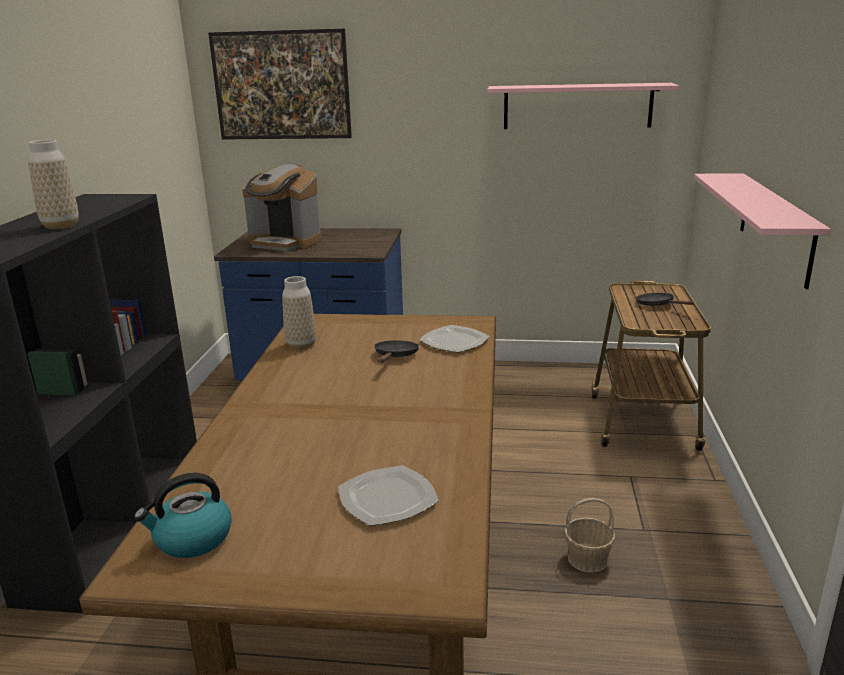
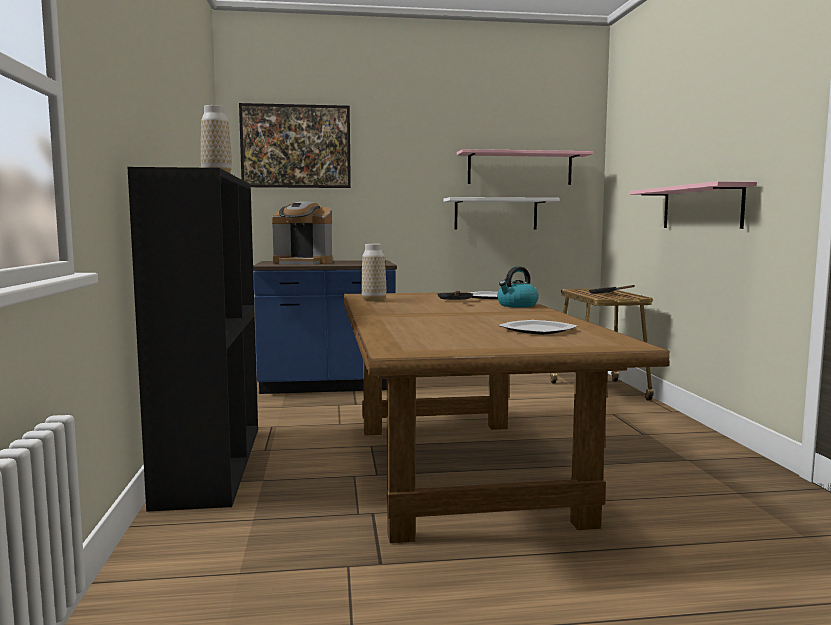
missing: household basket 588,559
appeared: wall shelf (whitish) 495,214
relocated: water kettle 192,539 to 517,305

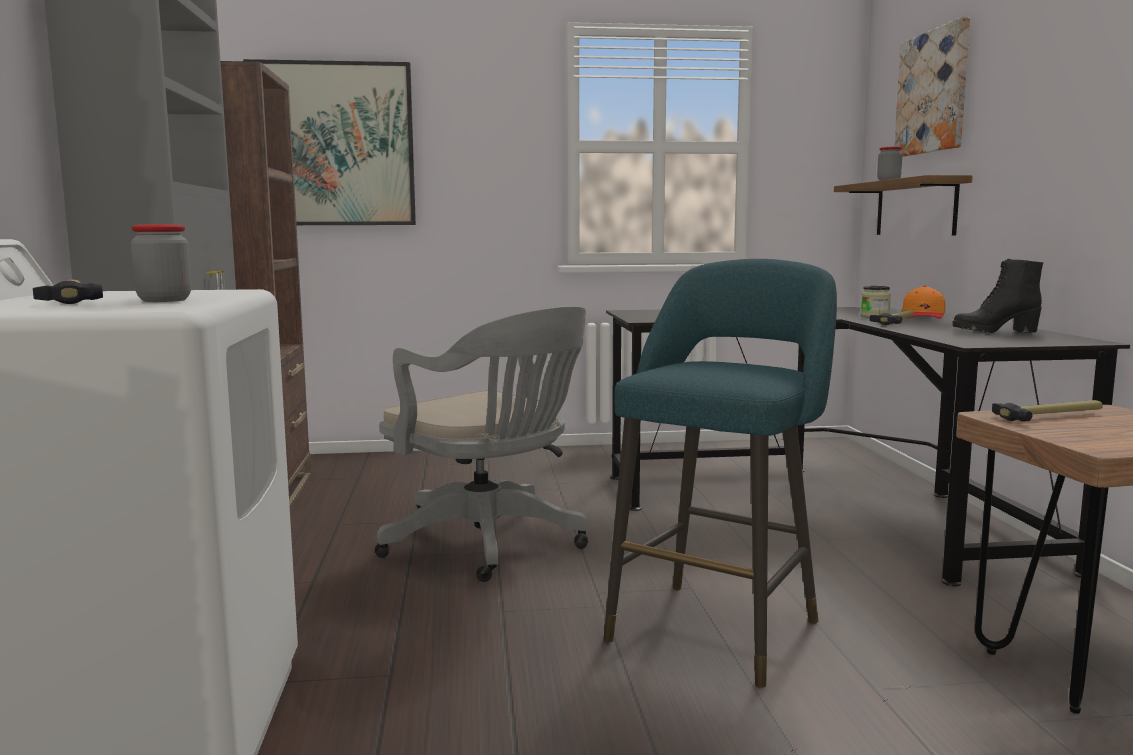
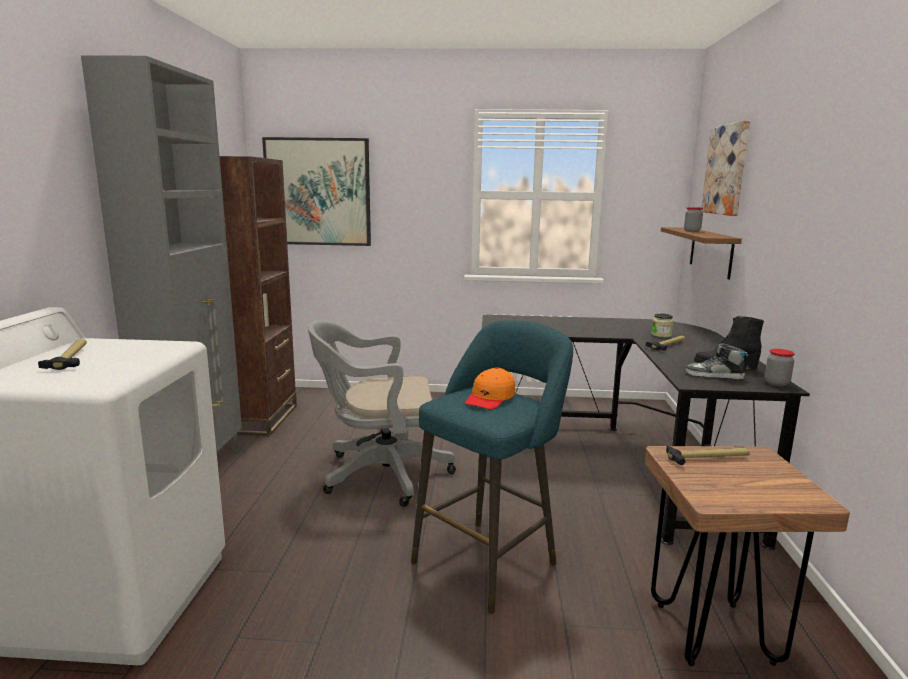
appeared: shoe 714,375
relocated: peaked cap (orange-coloured) 923,315 to 490,398; storage jar 164,300 to 776,383
spun: office chair (greyish) 490,544 = 379,474 120 degrees clockwise

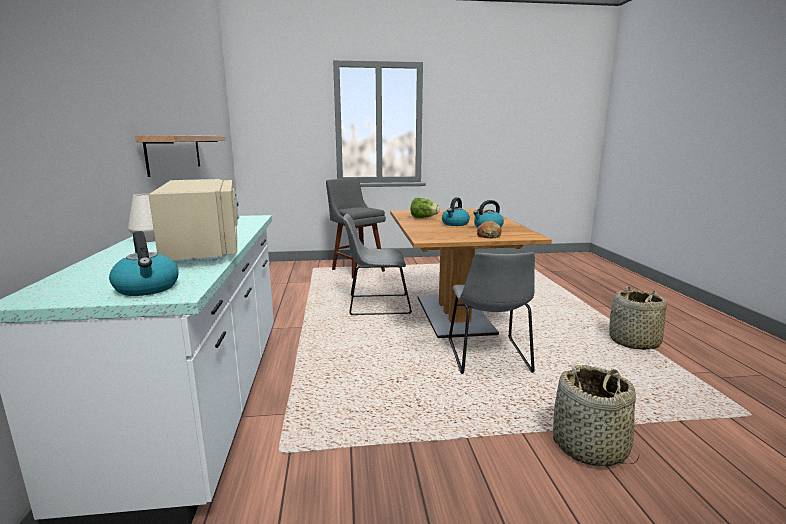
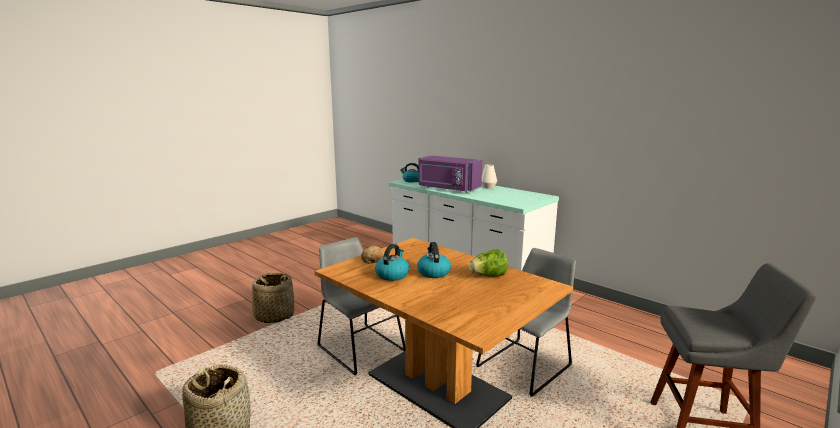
missing: wall shelf 175,153
colour: kitchen microwave (beige-coloured) 205,249 to kitchen microwave (purplish) 448,189

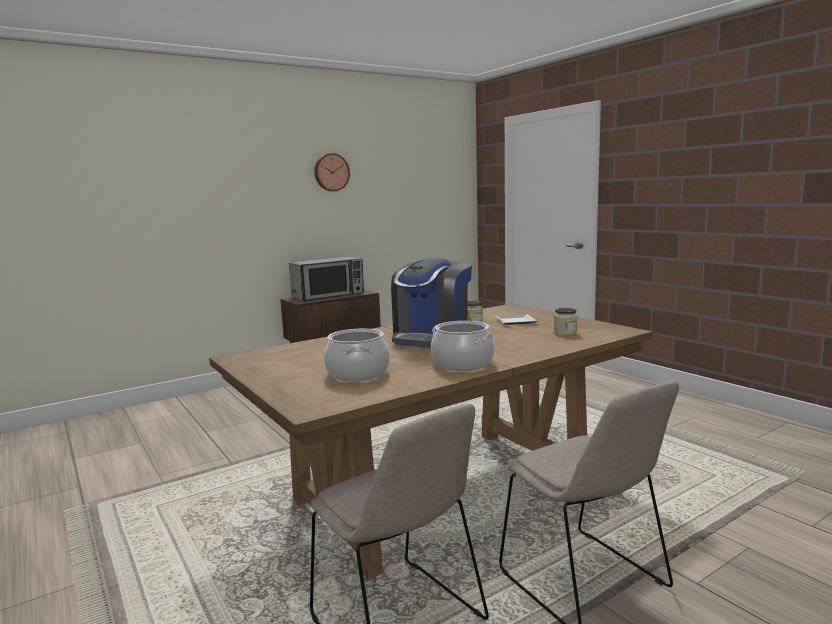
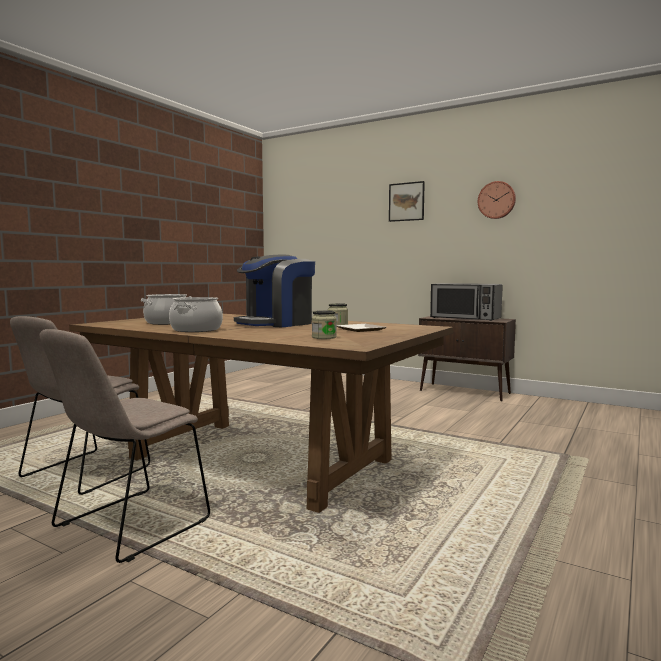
appeared: wall picture 406,201
spun: coffee machine 431,337 = 276,323 45 degrees counterclockwise

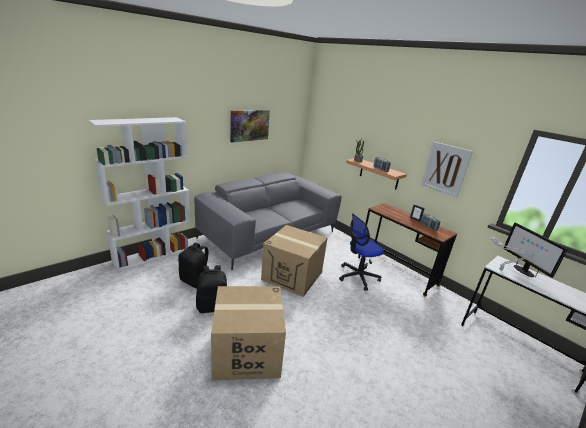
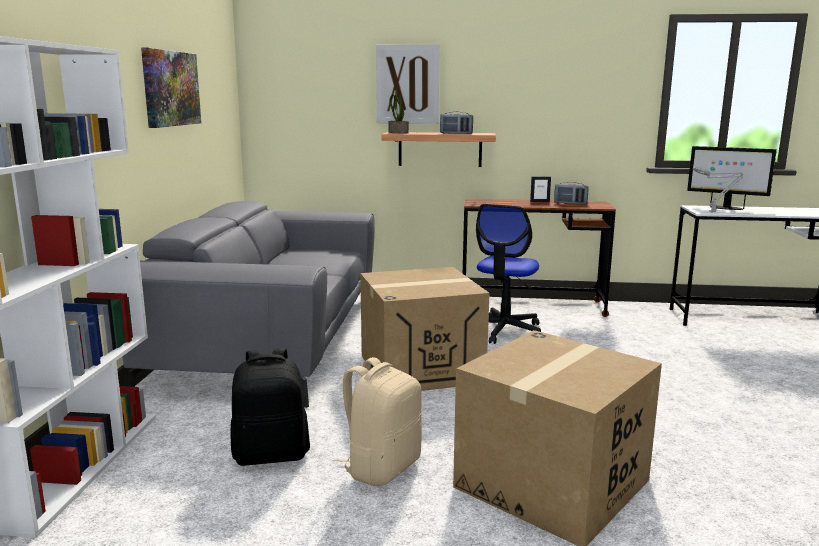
relocated: wall picture 445,169 to 407,84
colour: rucksack (blackish) 212,306 to rucksack (beige-coloured) 381,467

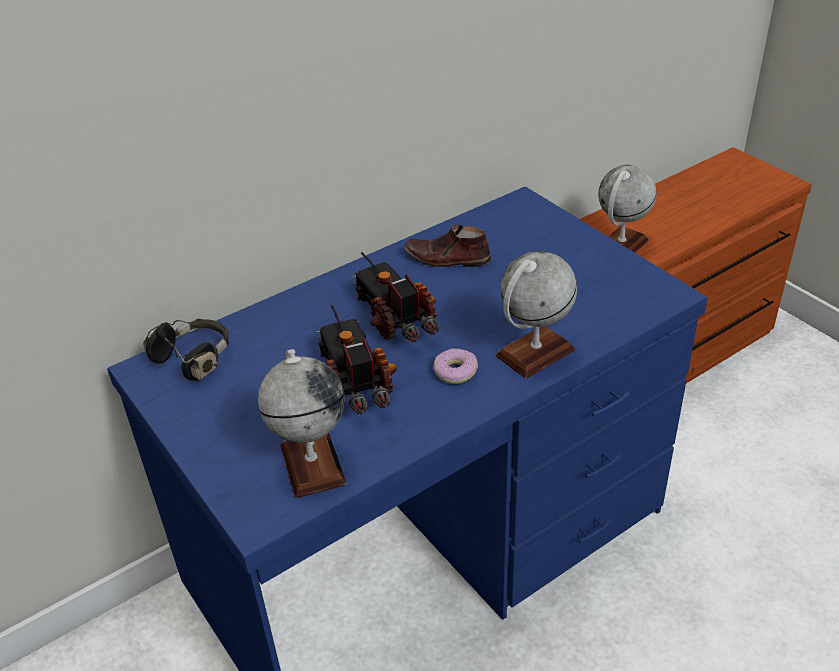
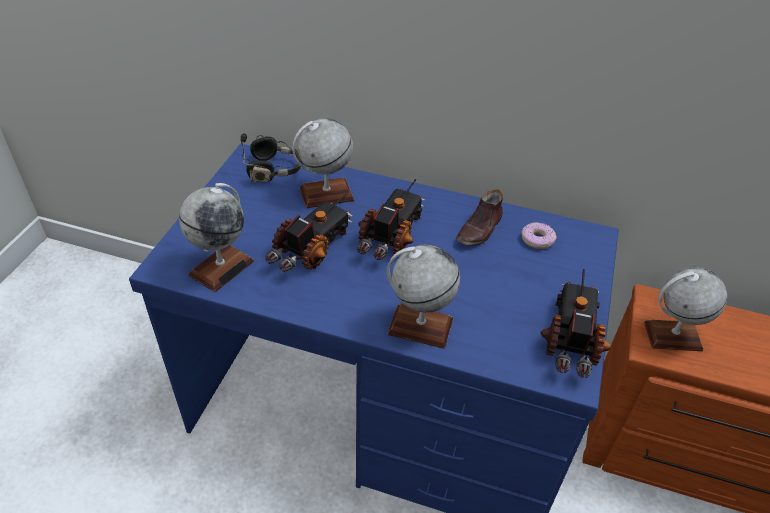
appeared: world globe 326,194; toy truck 572,338
relocated: ring doughnut 455,371 to 537,239
spun: shoe (brownish) 447,259 = 480,229 120 degrees counterclockwise

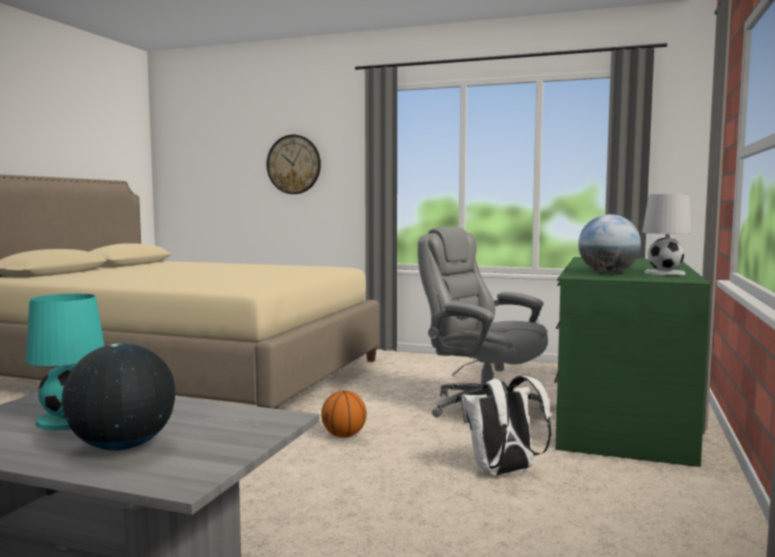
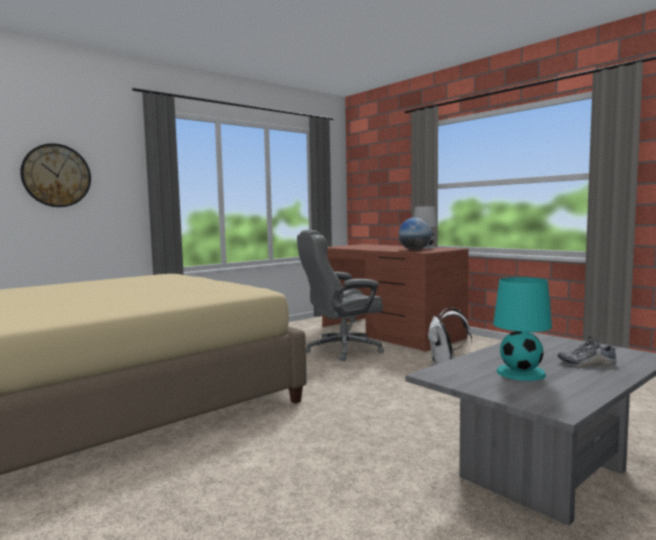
missing: basketball ball 344,436
exchanged: world globe 122,447 to shoe 587,363
colour: desk unit (green) 622,414 to desk unit (brownish) 390,332

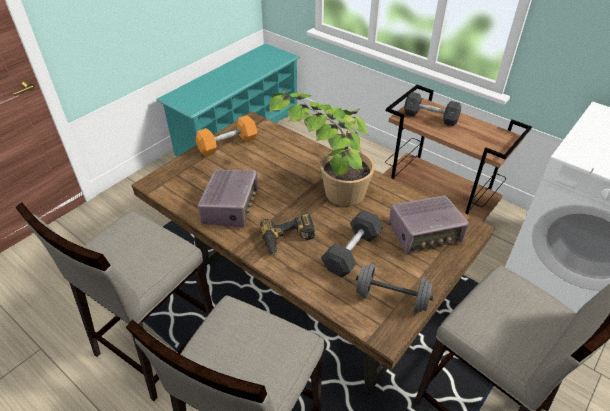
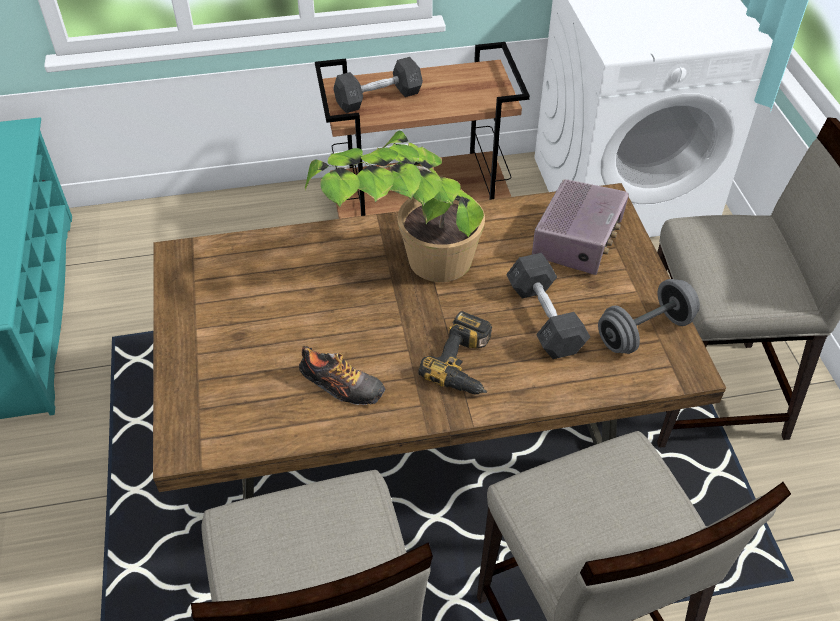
missing: dumbbell (orange-coloured) 227,144
exchanged: radio 231,207 to shoe 342,386

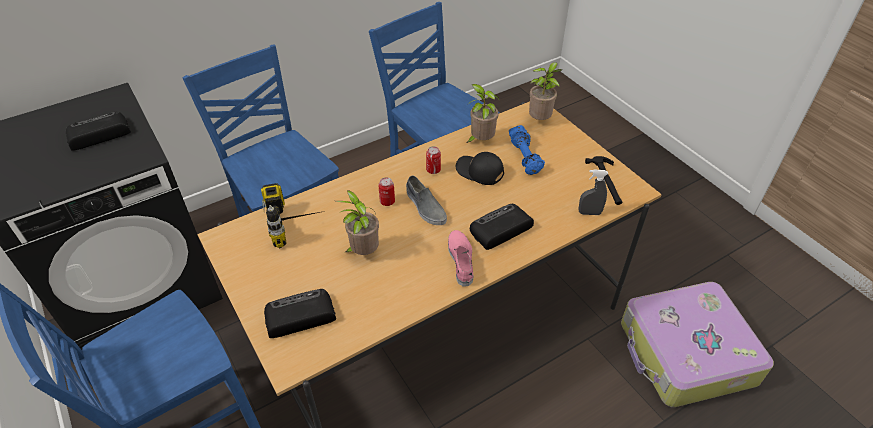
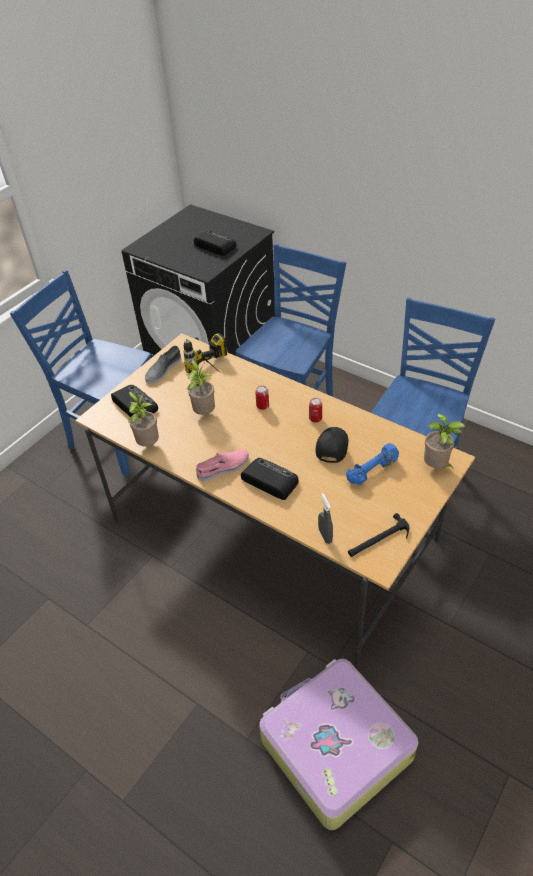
relocated: potted plant 480,141 to 148,444; shoe (greyish) 425,207 to 163,369

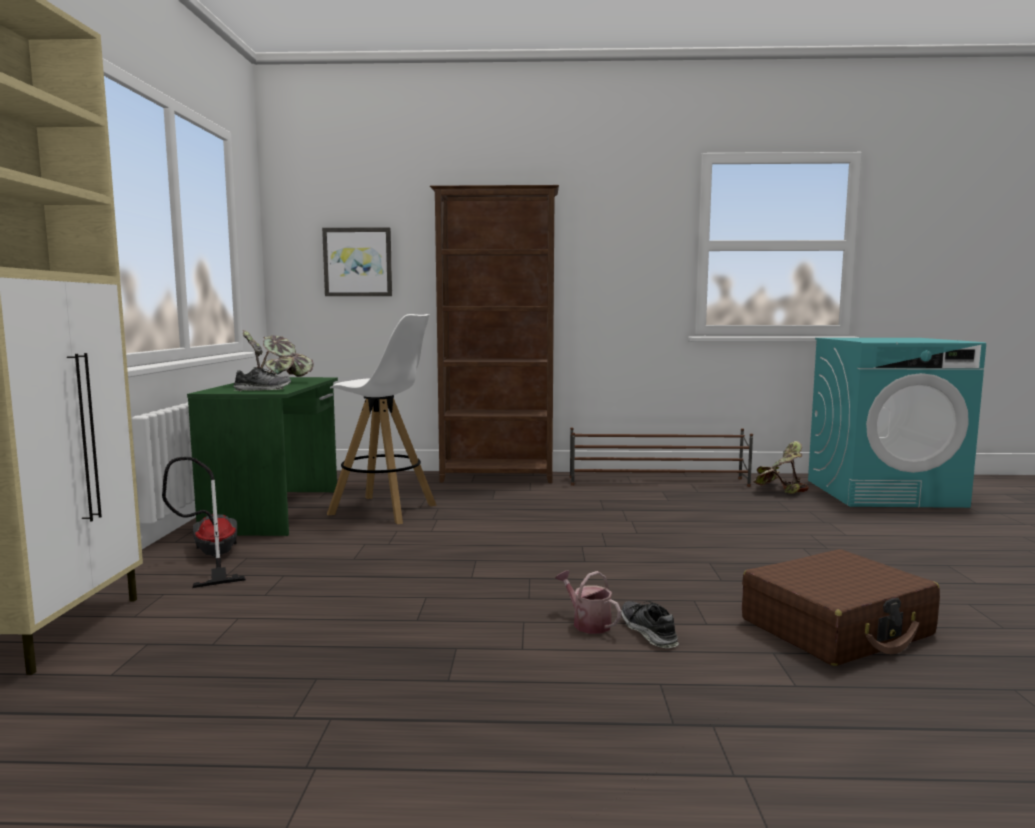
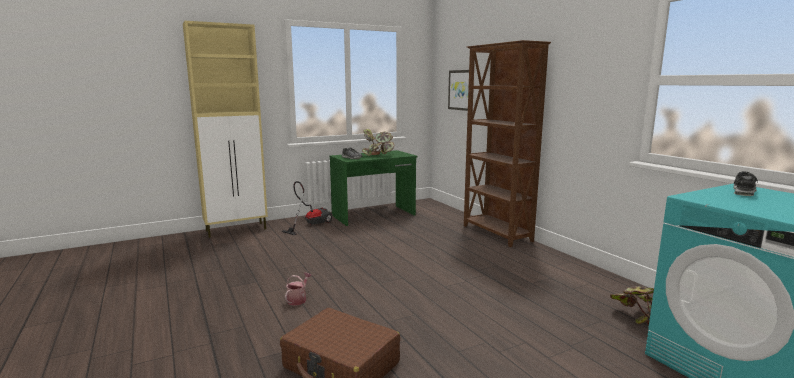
missing: stool seat (whitish) 384,510; shoe rack (brownish) 658,482
relocated: shoe 648,632 to 743,191

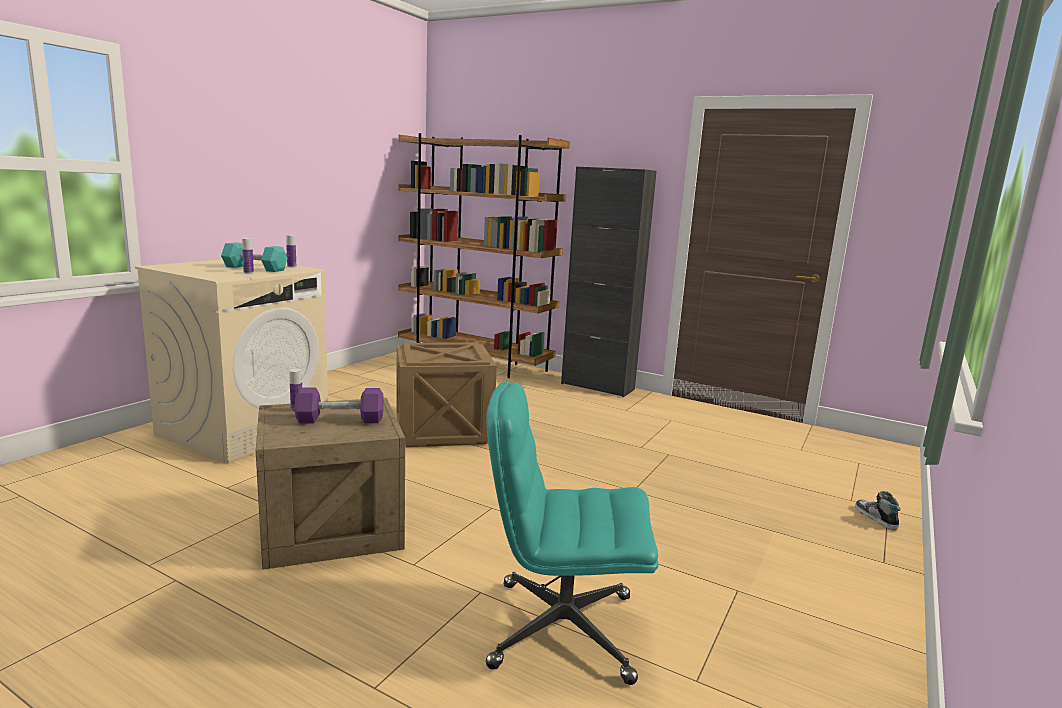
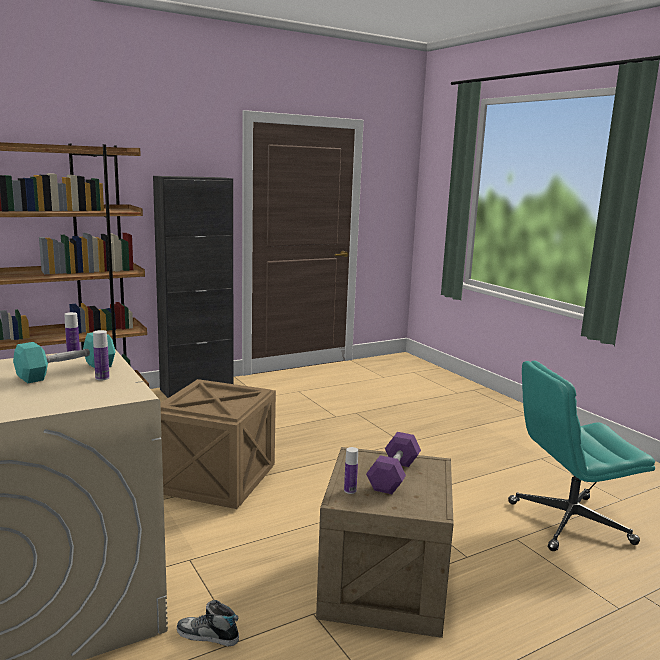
relocated: shoe 876,518 to 207,636
spun: office chair (turquoise) 560,630 = 568,523 45 degrees clockwise

